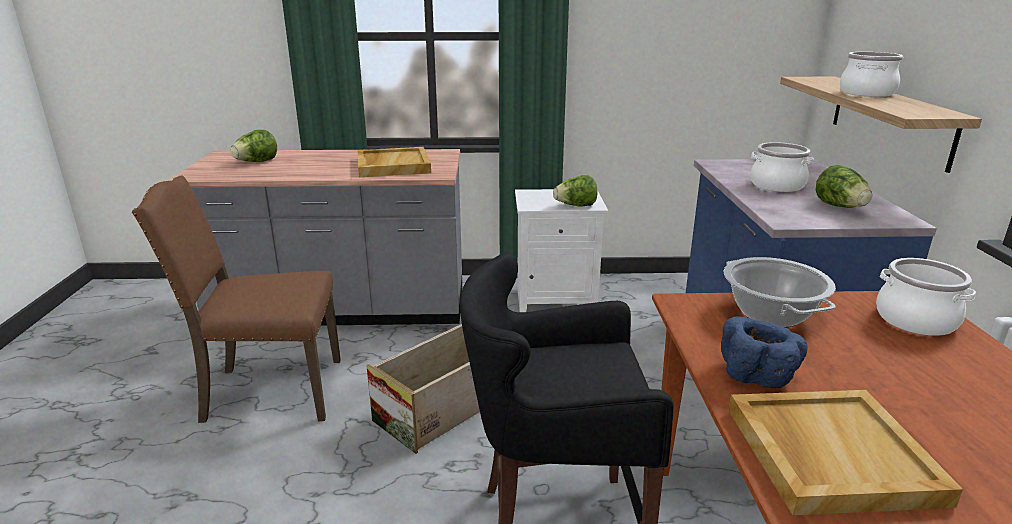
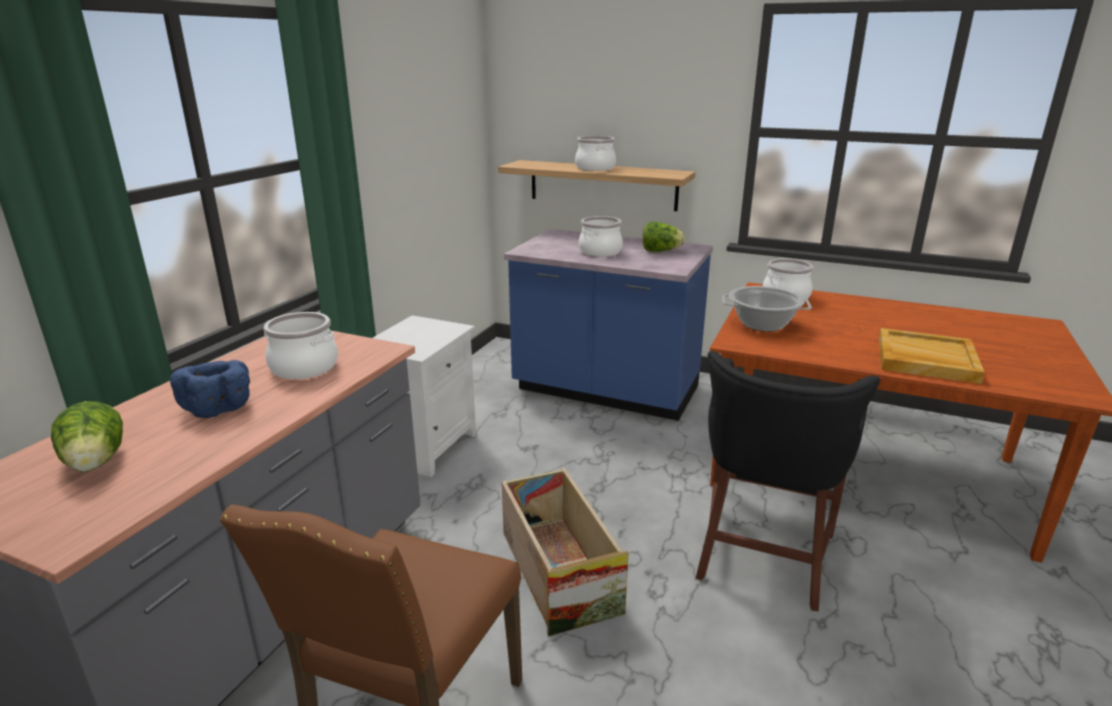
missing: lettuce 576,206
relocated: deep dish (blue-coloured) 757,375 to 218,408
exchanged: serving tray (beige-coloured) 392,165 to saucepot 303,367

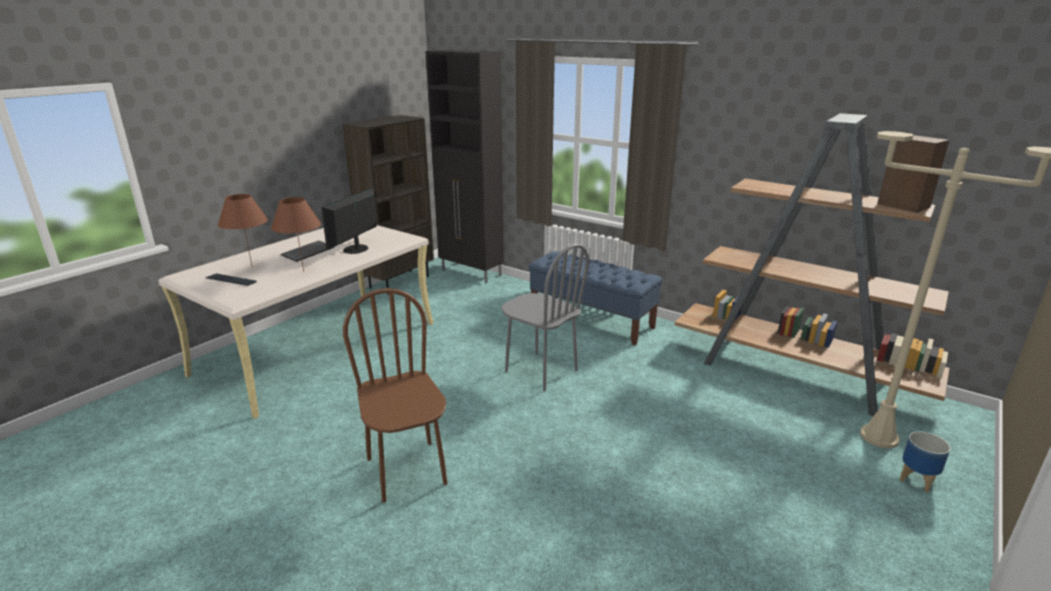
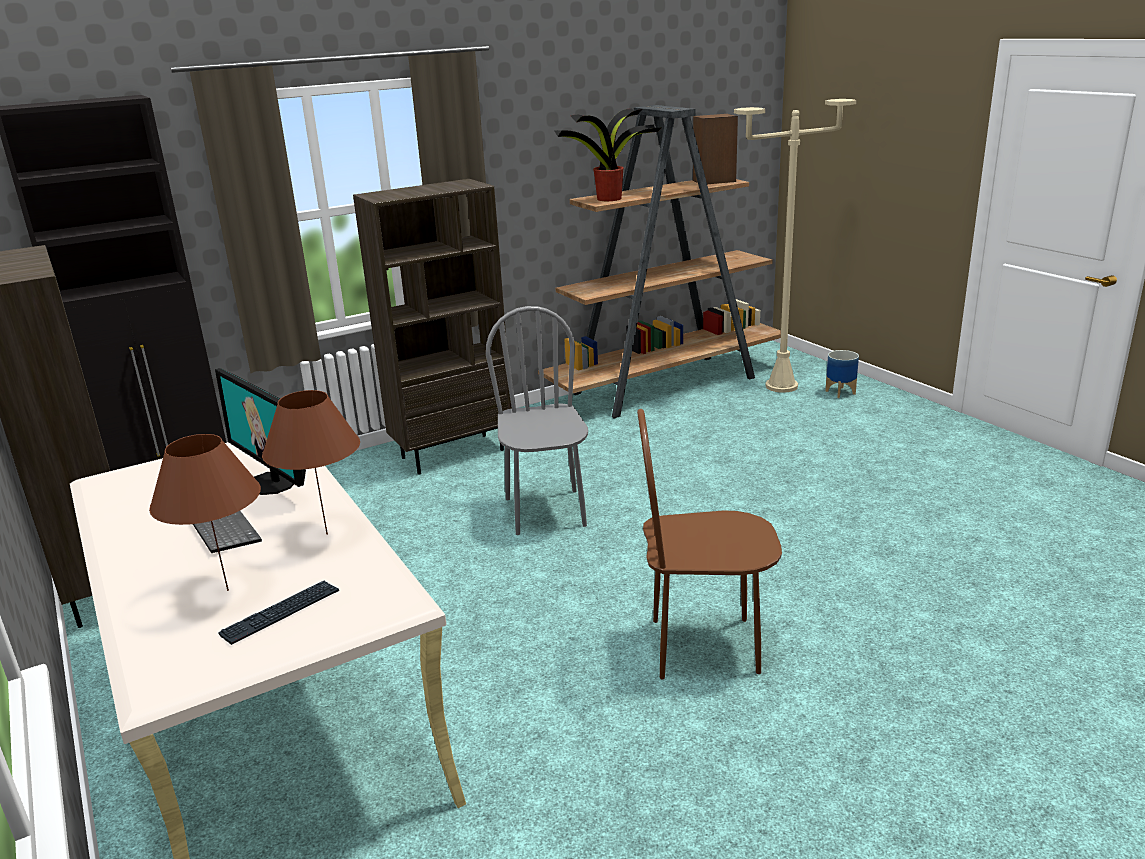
appeared: potted plant 610,198
exchanged: long seat (blue-coloured) 591,320 to bookcase (brownish) 453,453
spun: chair (greyish) 540,371 = 546,512 75 degrees counterclockwise

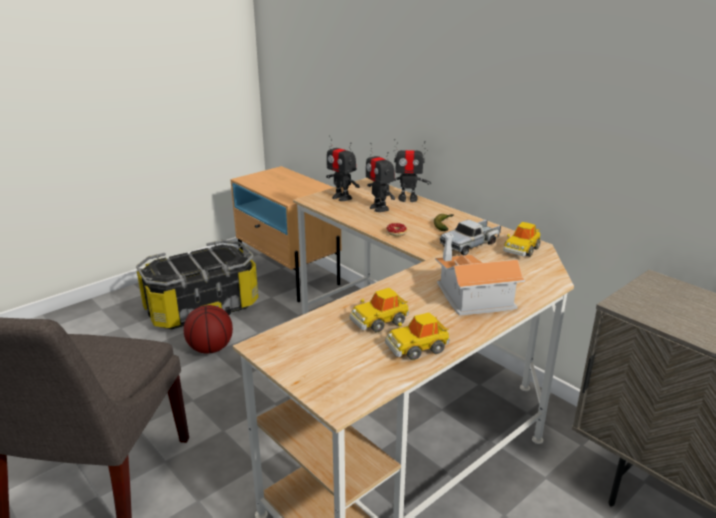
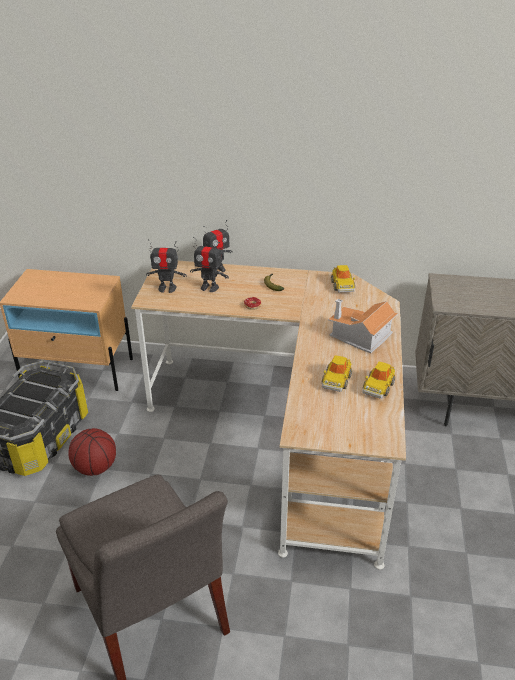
missing: toy truck 471,244

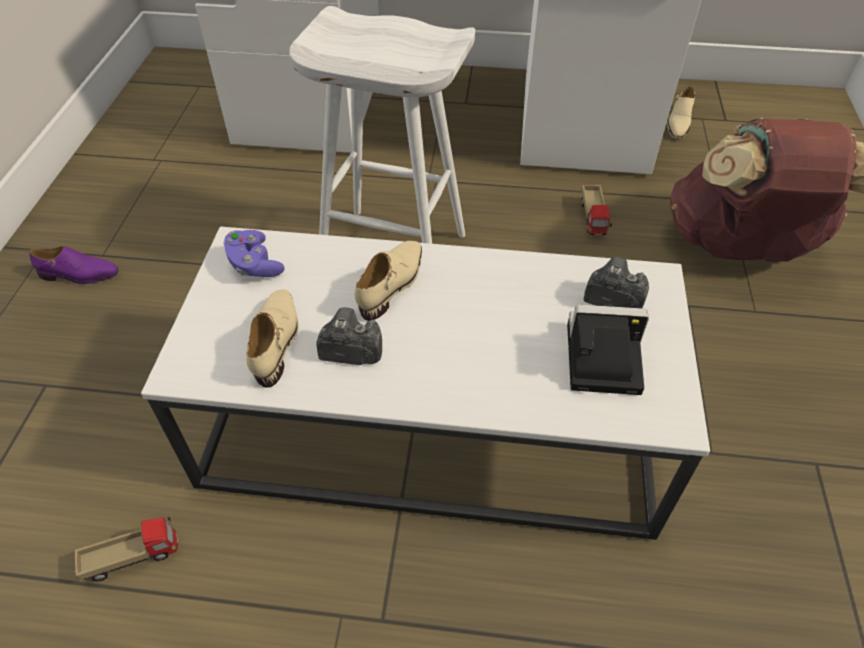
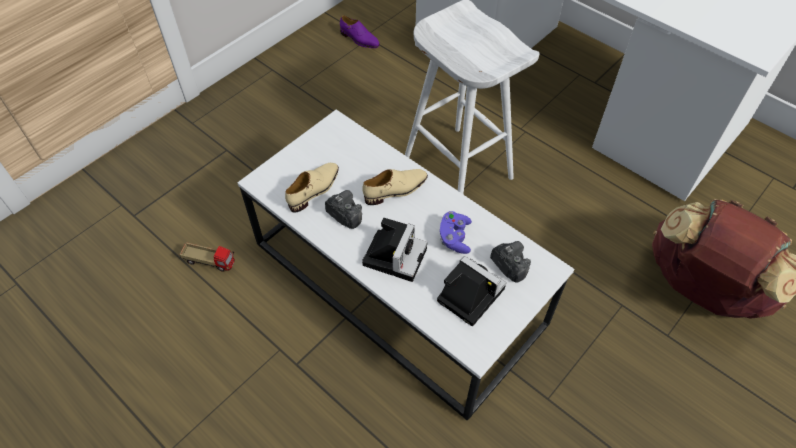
missing: toy truck 593,219; shoe (beige-coloured) 678,123
appeared: photo camera 395,254
relocated: shoe (purplish) 79,275 to 359,39; game controller (purplish) 254,265 to 455,238

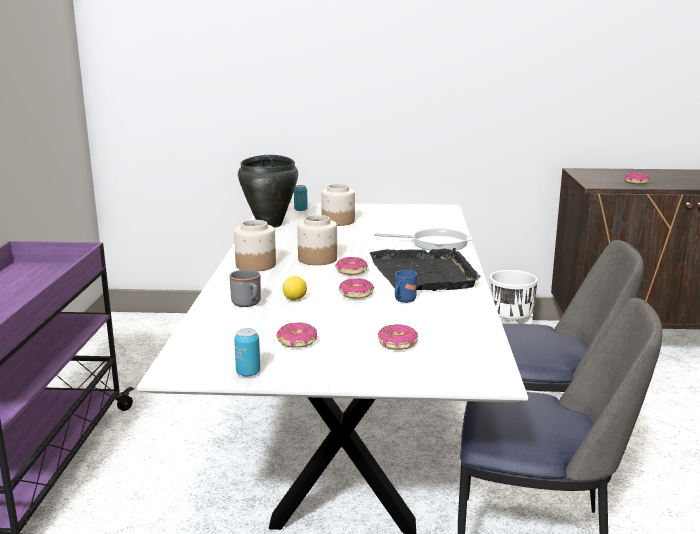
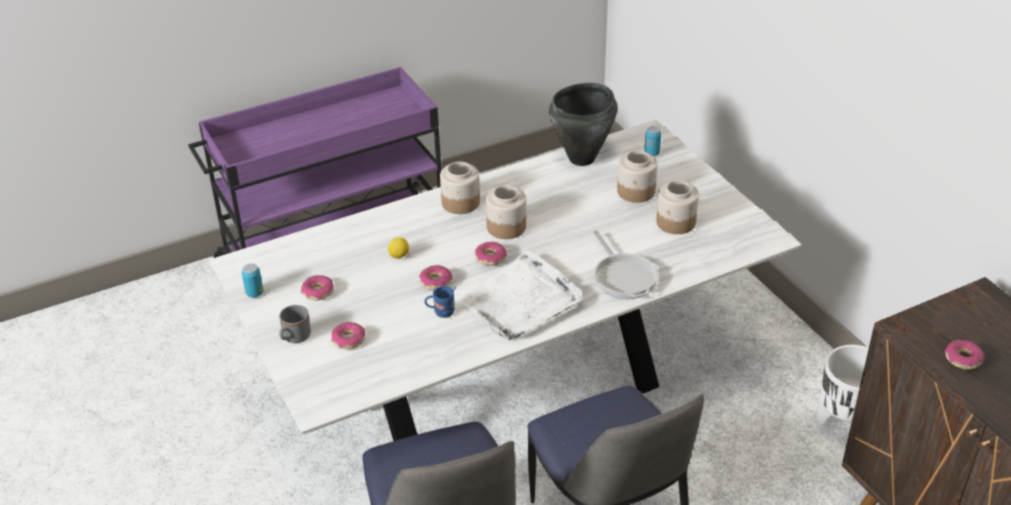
appeared: storage jar 676,223
relocated: tea mug (greyish) 248,304 to 294,338
colour: serving tray (blackish) 424,274 to serving tray (whitish) 521,301

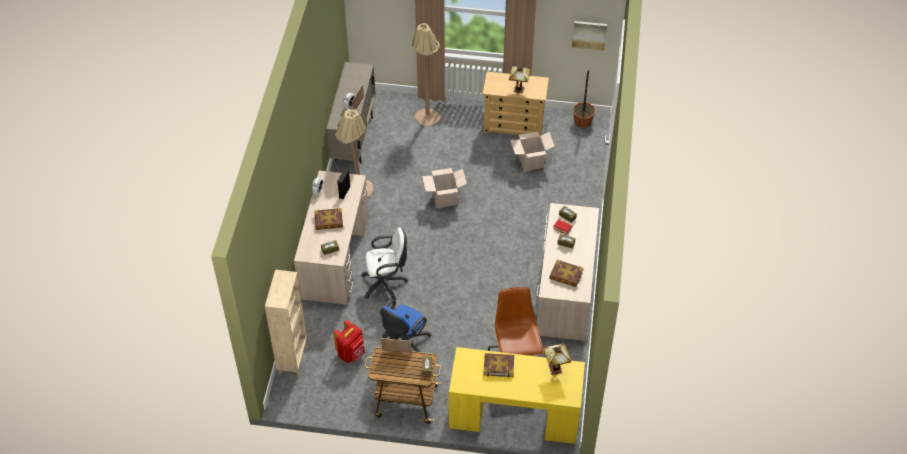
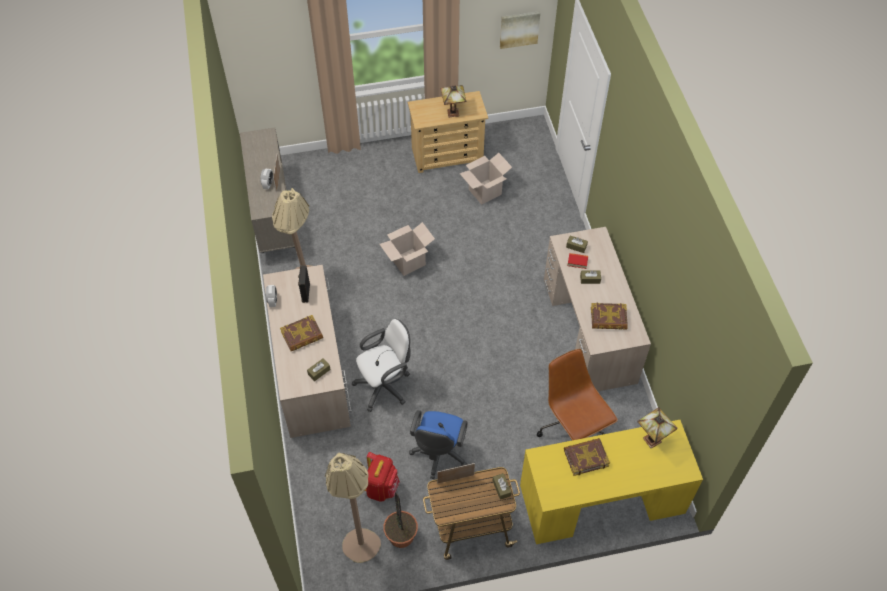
missing: bookcase (beige-coloured) 293,359
relocated: standard lamp (beige-coloured) 427,113 to 359,537; potted plant 582,121 to 401,536

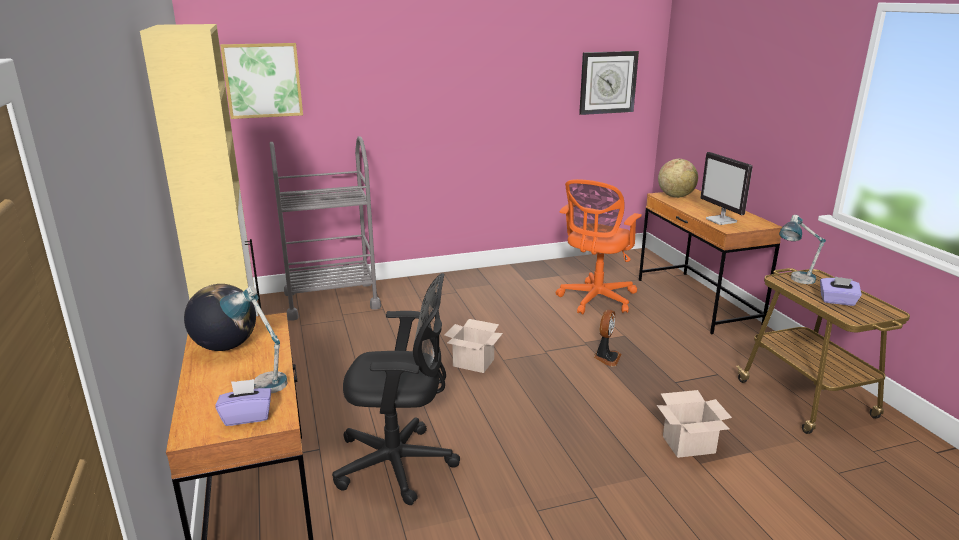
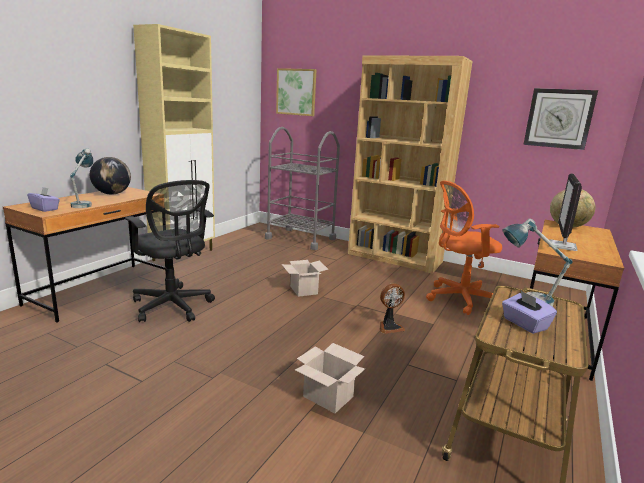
appeared: bookcase (brownish) 395,258

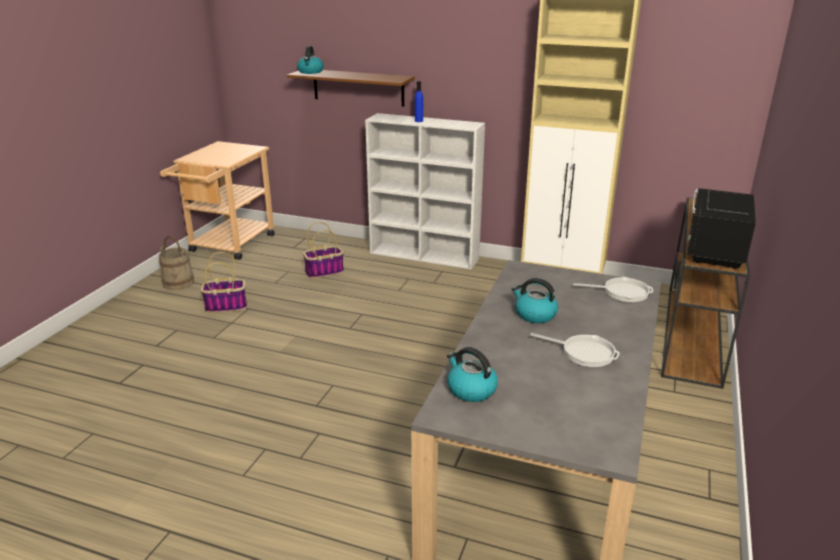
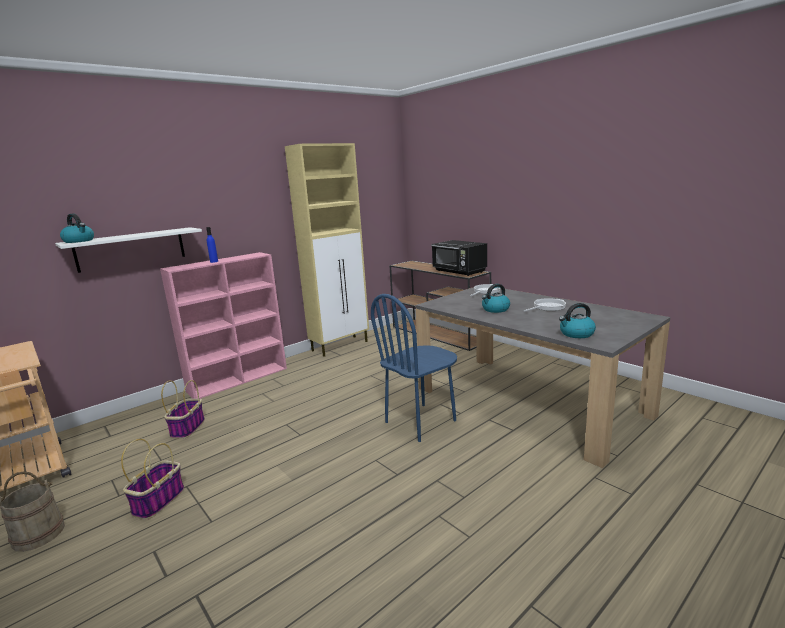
appeared: chair (blue-coloured) 421,421
colour: wall shelf (brownish) 358,87 to wall shelf (whitish) 131,249; bookcase (whitish) 425,255 to bookcase (pinkish) 239,379

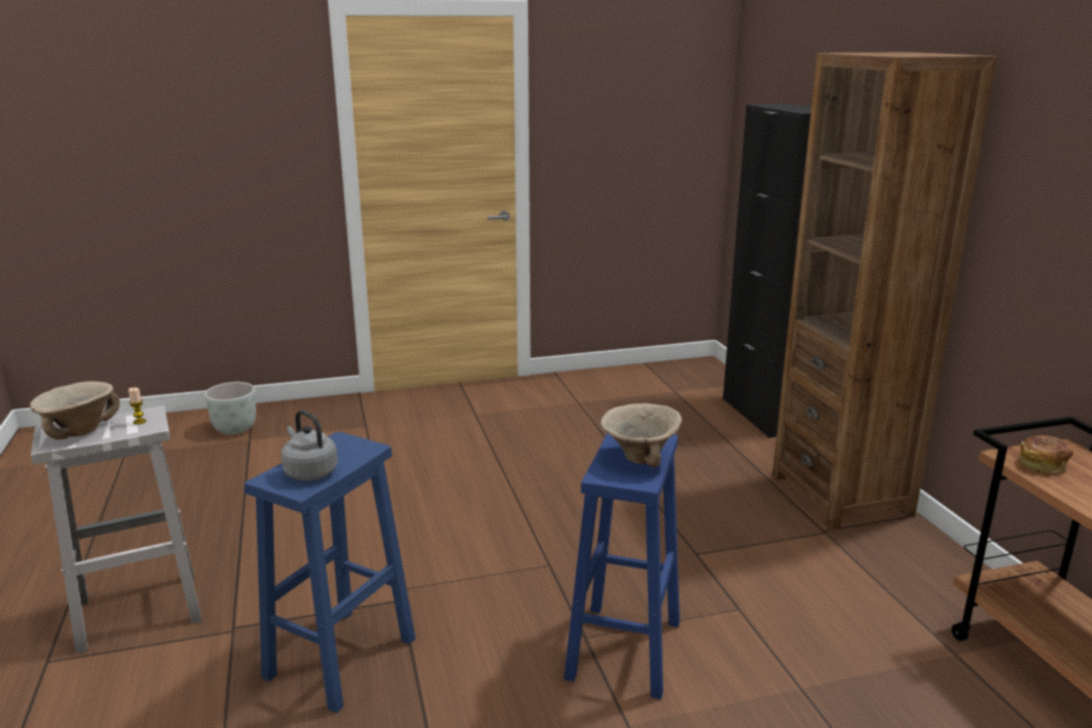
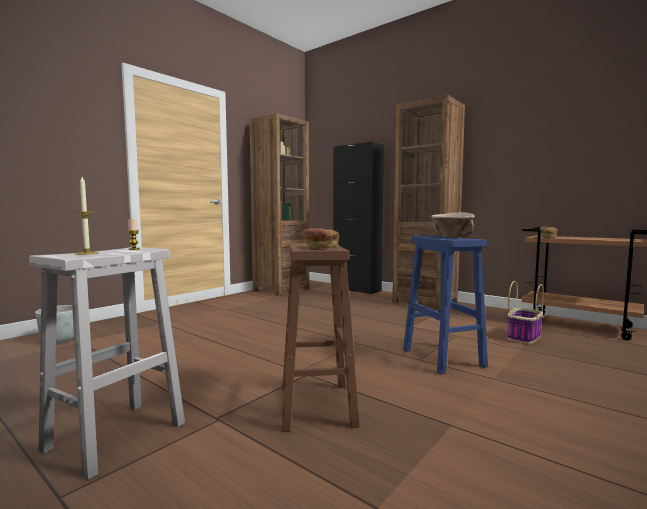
appeared: bookcase (brownish) 281,289; household basket 524,337
exchanged: deep dish (beige-coloured) 79,431 to wax light 87,253; water kettle (greyish) 309,472 to baked bread 320,247
colour: stool seat (blue-coloured) 342,656 to stool seat (brownish) 316,405

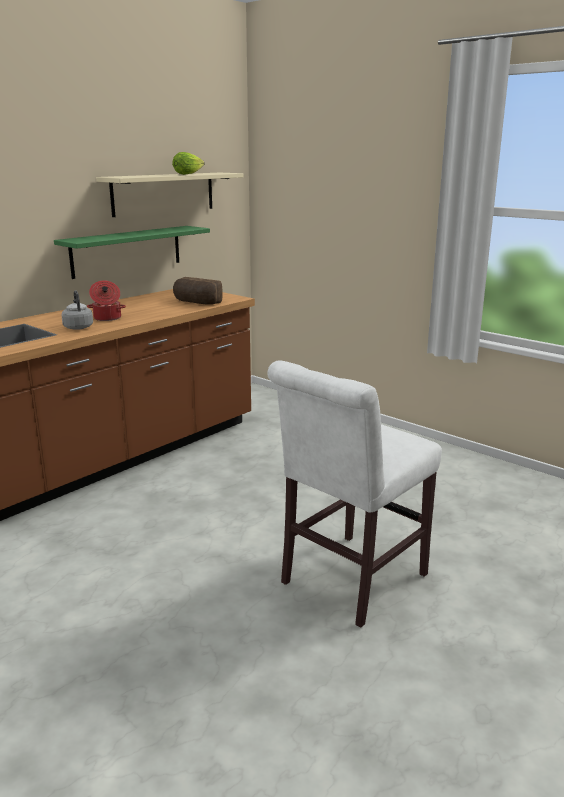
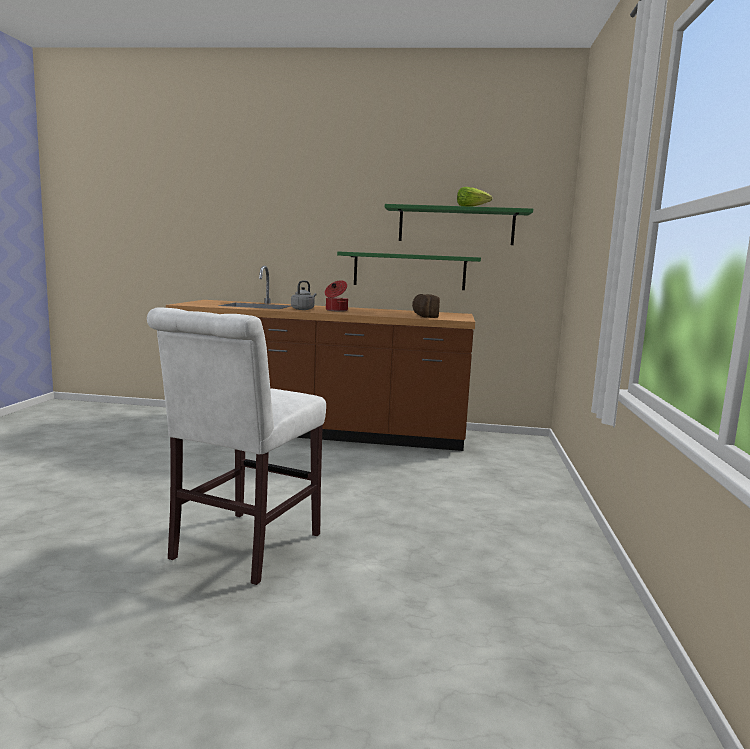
colour: wall shelf (beige-coloured) 163,193 to wall shelf (green) 456,226
spun: chair (whitish) 348,582 = 241,550 75 degrees counterclockwise

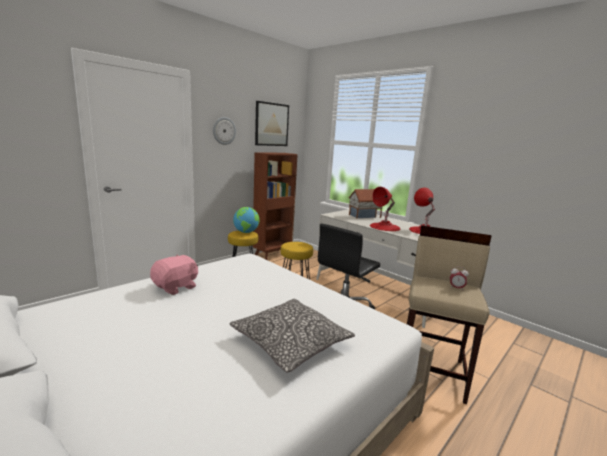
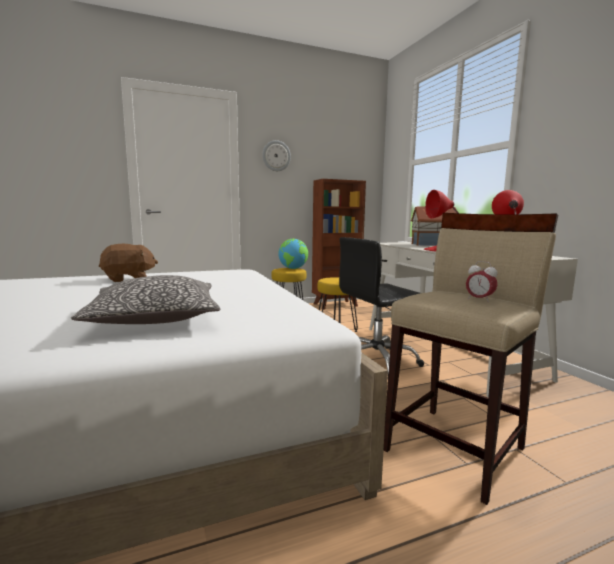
missing: wall picture 271,124
colour: plush toy (pinkish) 176,287 to plush toy (brownish) 128,279

